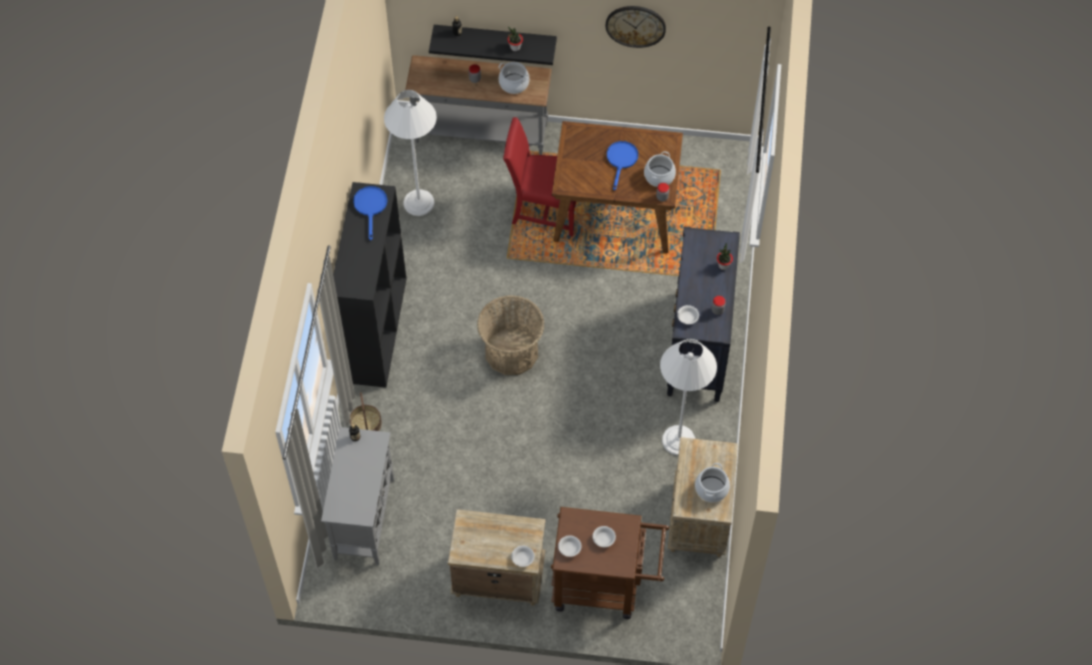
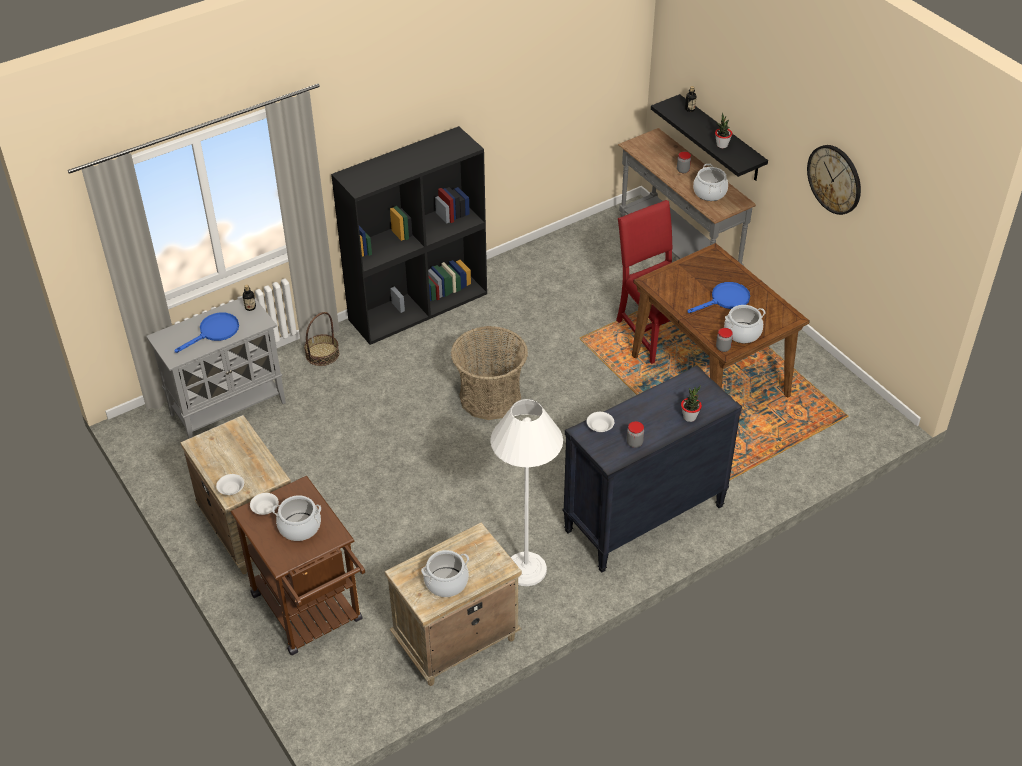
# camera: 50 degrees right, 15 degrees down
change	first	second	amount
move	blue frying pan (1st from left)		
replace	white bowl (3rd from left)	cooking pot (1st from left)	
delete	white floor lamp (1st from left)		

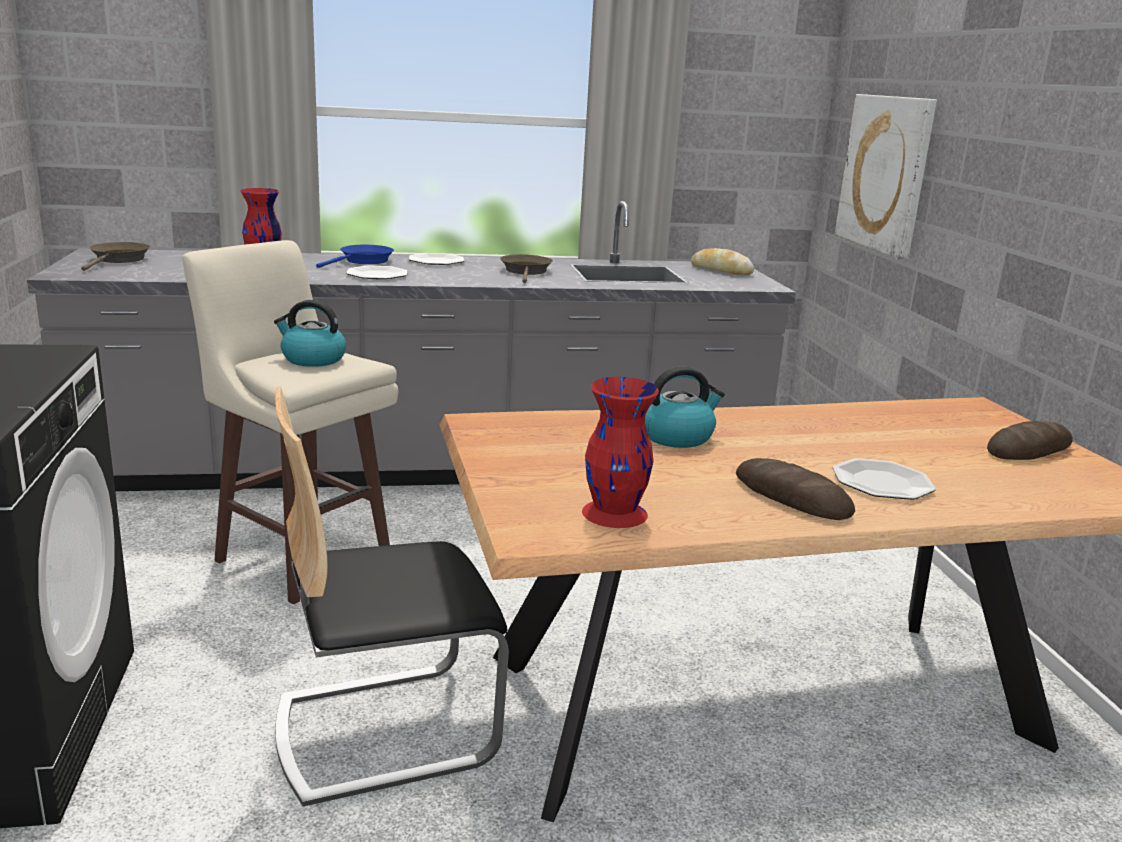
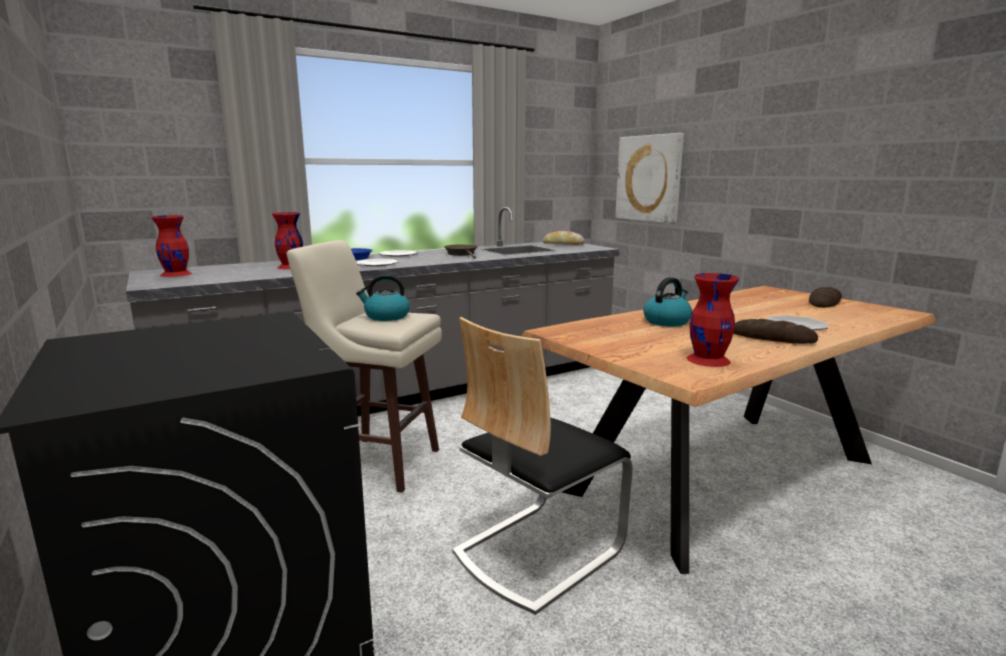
# camera: 20 degrees left, 5 degrees down
change	first	second	amount
replace	brown frying pan (1st from left)	red vase (1st from left)	

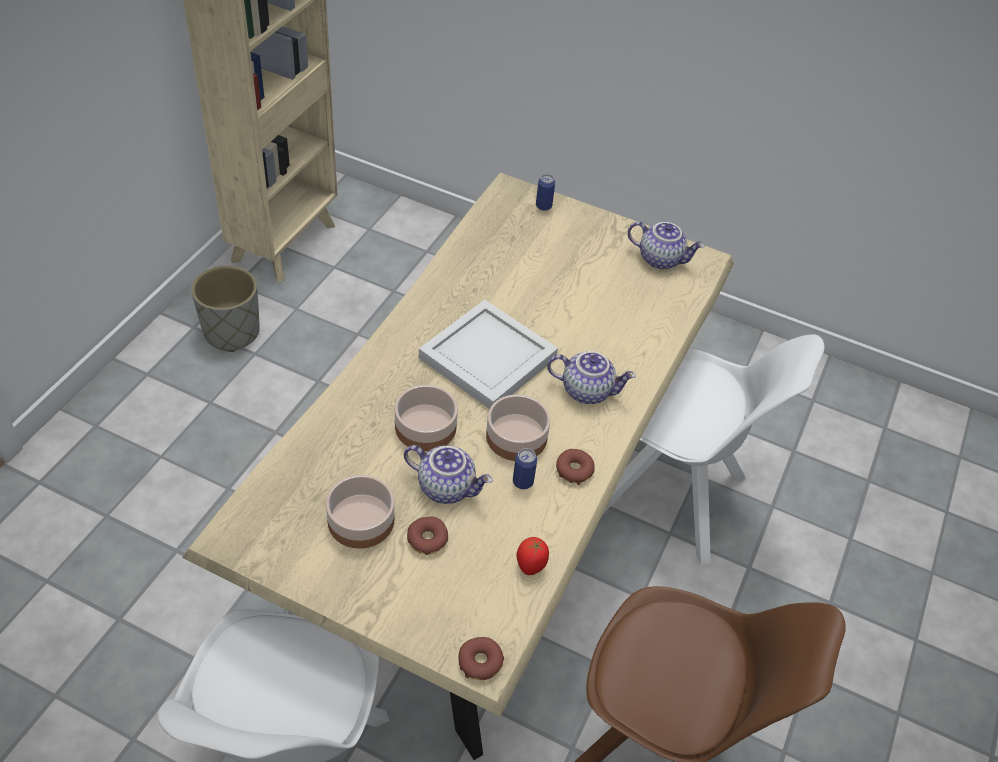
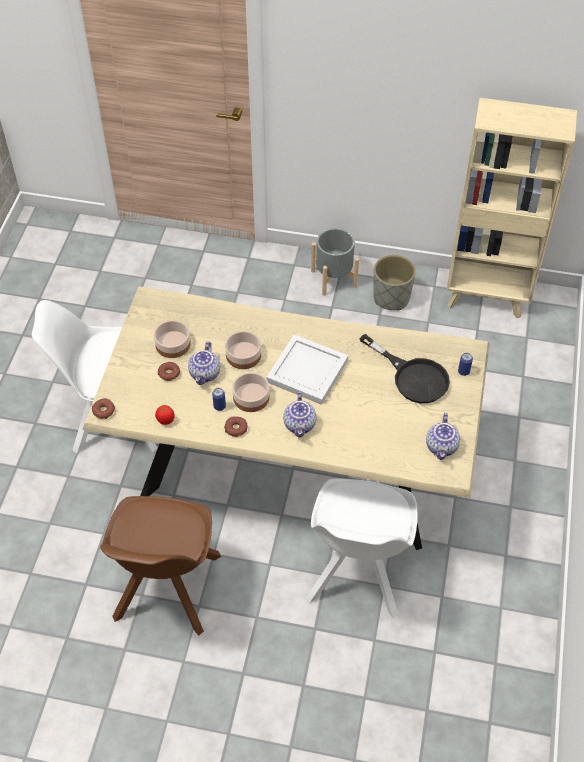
# camera: 80 degrees right, 5 degrees up
change	first	second	amount
insert		grey planter (1st from left)	
insert		black frying pan	

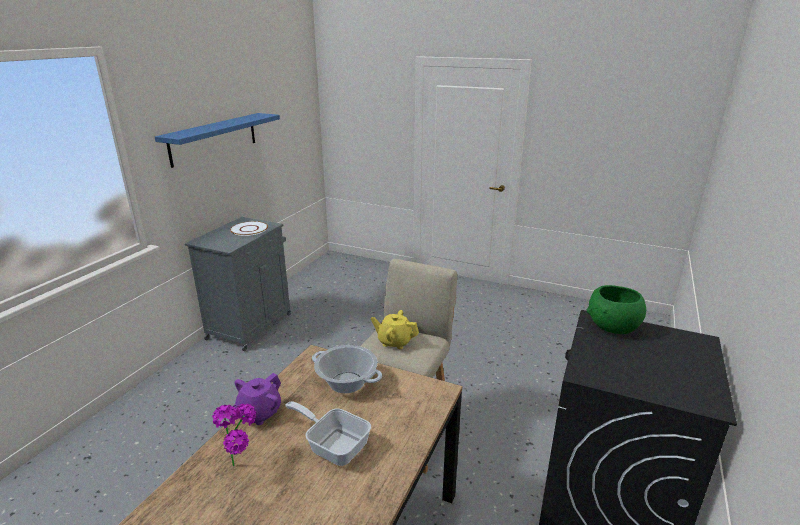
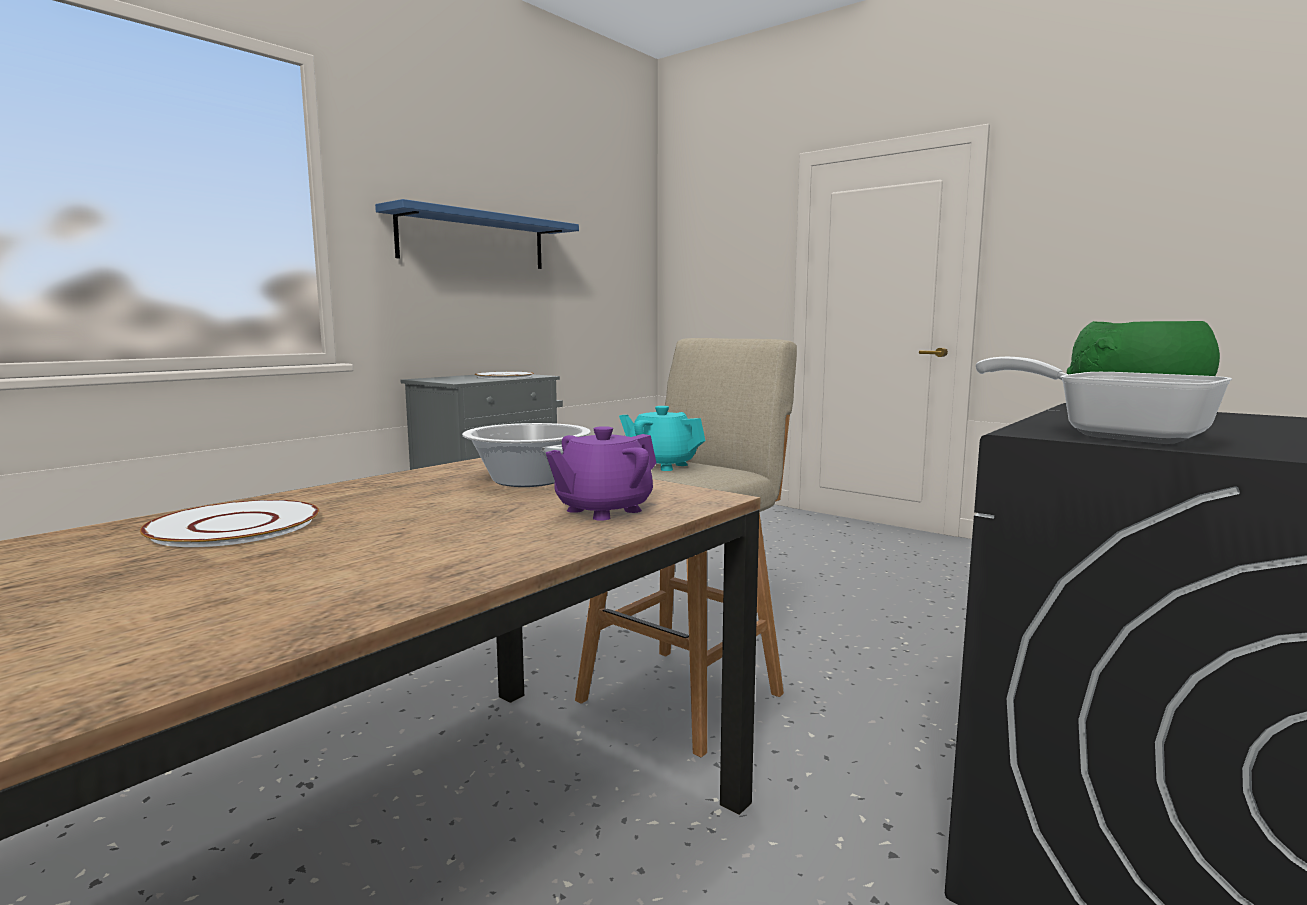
# camera: 15 degrees right, 15 degrees down
change	first	second	amount
replace	potted plant	white plate (1st from left)	
move	purple teapot		
recolor	yellow teapot	turquoise teapot	
move	frying pan		

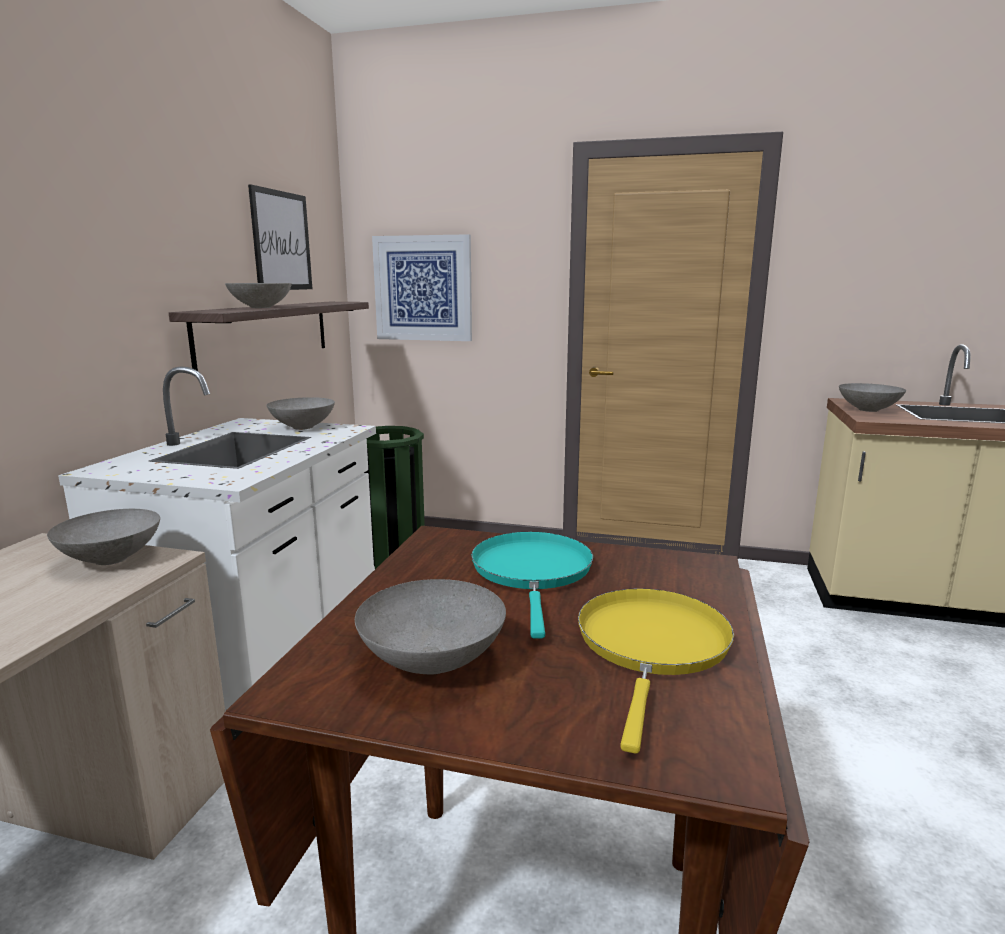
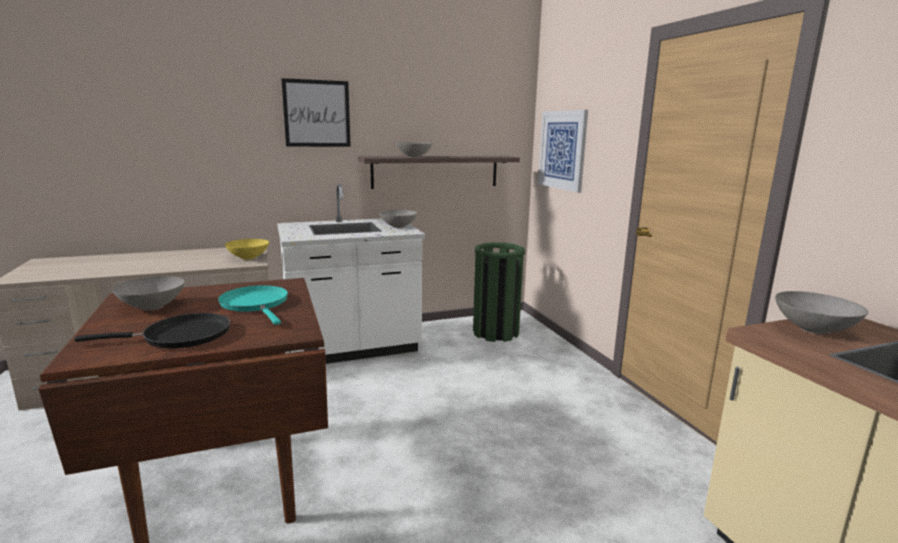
# camera: 55 degrees right, 0 degrees up
change	first	second	amount
recolor	yellow frying pan	black frying pan	
rotate	turquoise frying pan		90 degrees counterclockwise
recolor	grey bowl (1st from left)	yellow bowl	
move	picture (1st from left)		

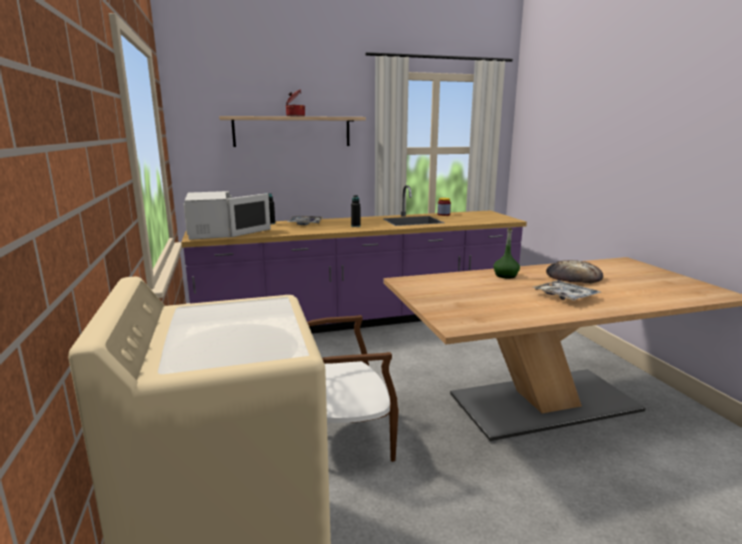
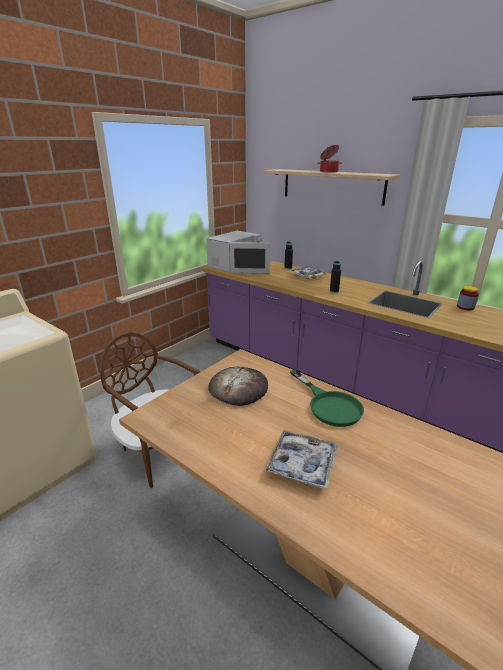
# camera: 55 degrees right, 10 degrees up
change	first	second	amount
move	bread		
replace	green bottle	green frying pan	

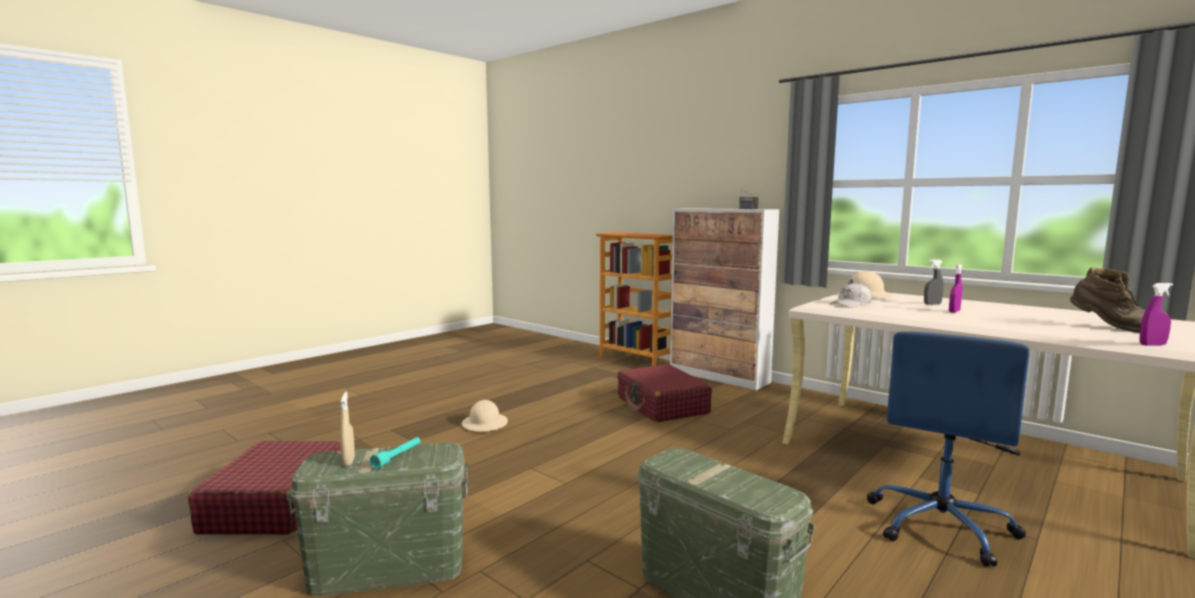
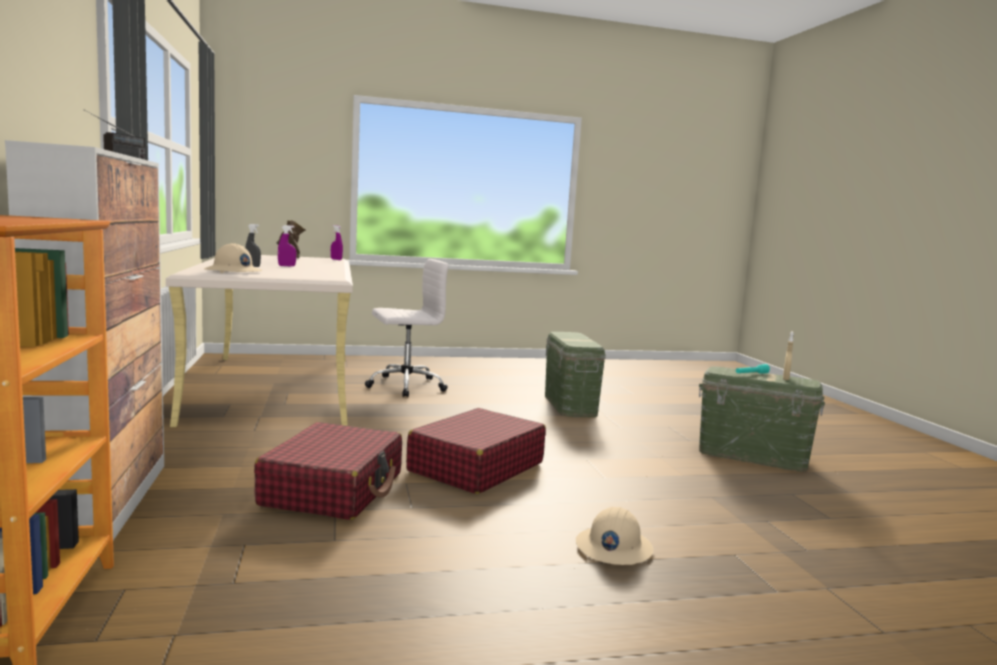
# camera: 145 degrees left, 0 degrees up
change	first	second	amount
recolor	blue office chair	white office chair	
move	red suitcase (1st from left in the first image)	red suitcase (2nd from left)	
delete	white cap		

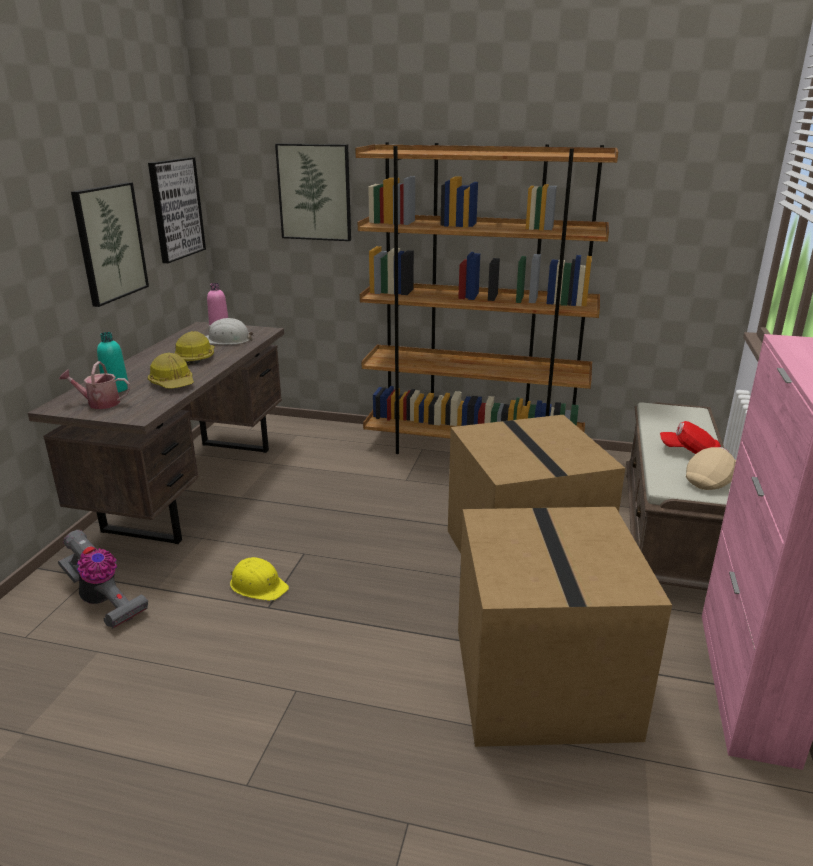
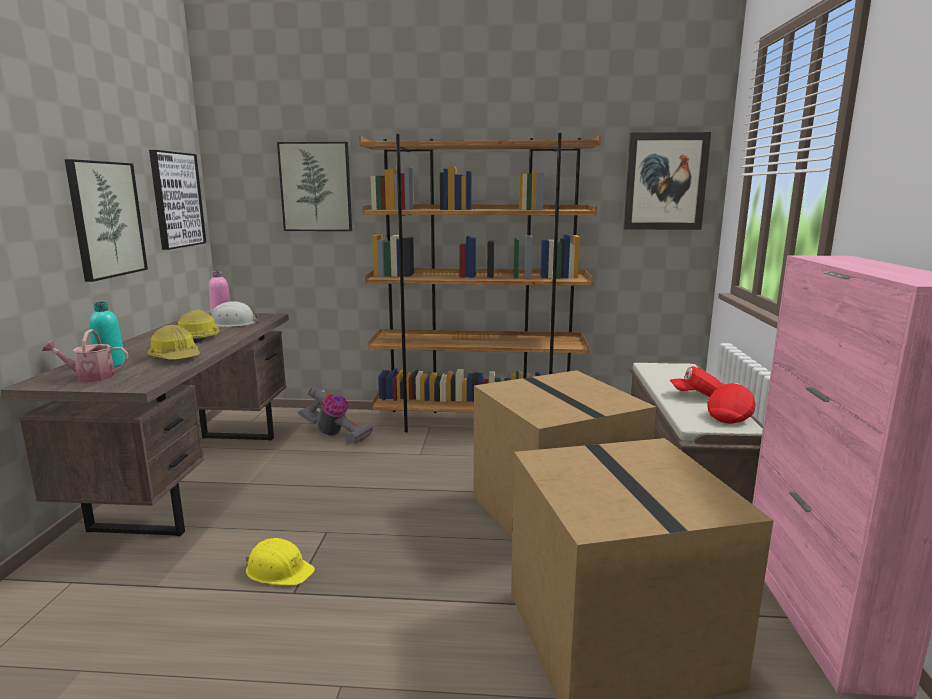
# camera: 10 degrees left, 10 degrees down
change	first	second	amount
move	vacuum cleaner		
insert		picture (4th from left)	
recolor	beige cap	red cap (2nd from left)	

